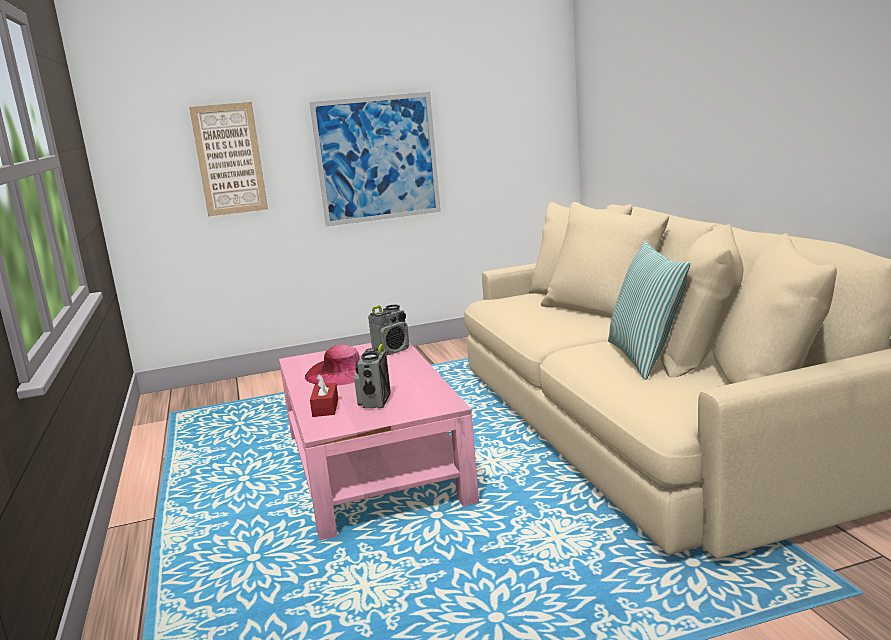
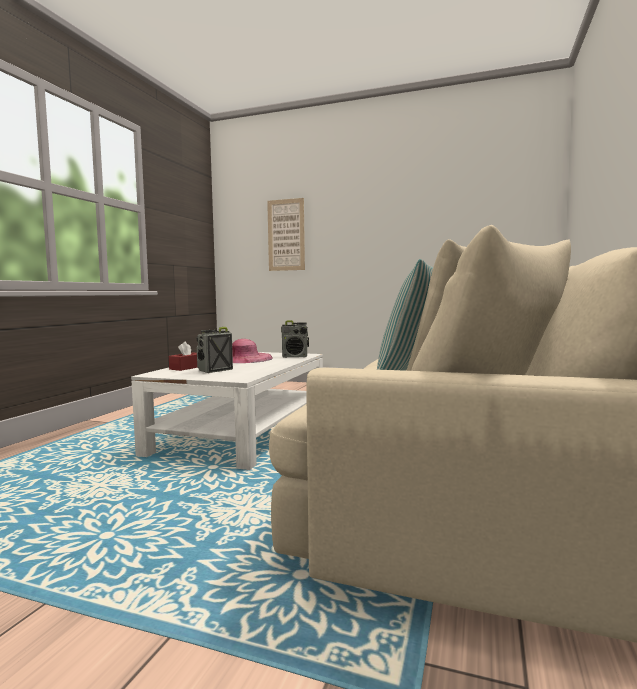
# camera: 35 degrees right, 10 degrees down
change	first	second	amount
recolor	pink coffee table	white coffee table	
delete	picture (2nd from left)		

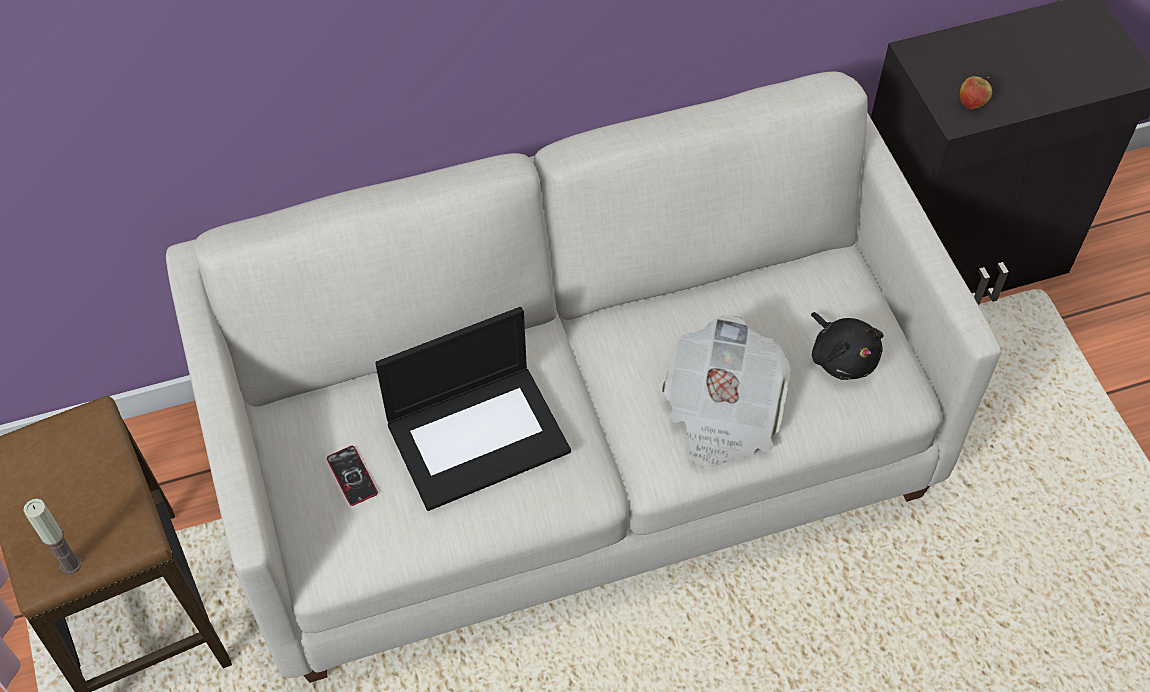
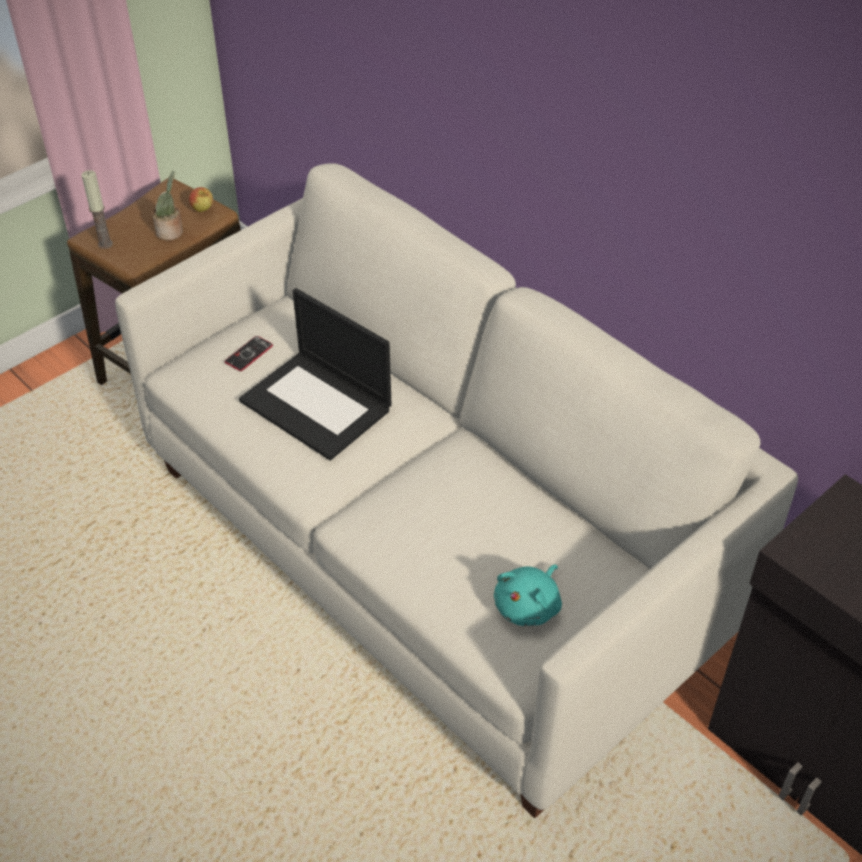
# camera: 65 degrees right, 10 degrees down
change	first	second	amount
insert		potted plant	
move	apple		
recolor	black plush toy	turquoise plush toy	
delete	newspaper		

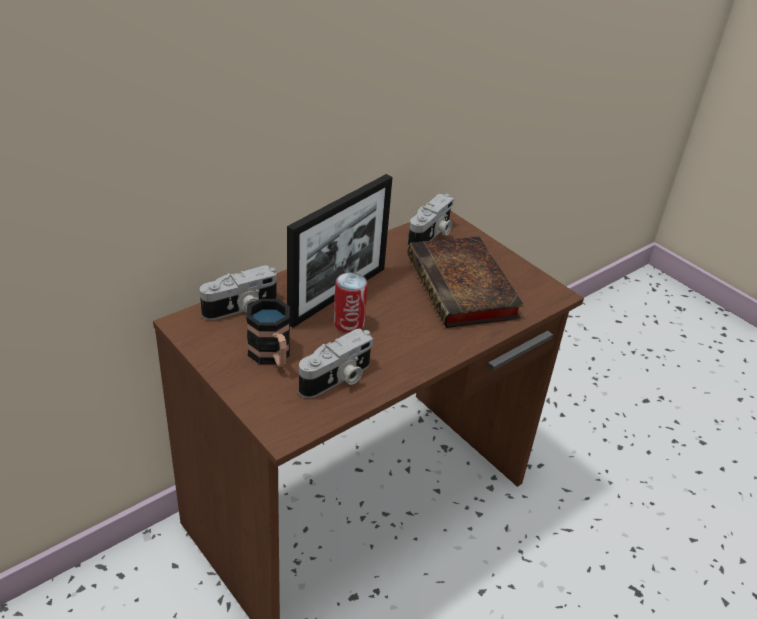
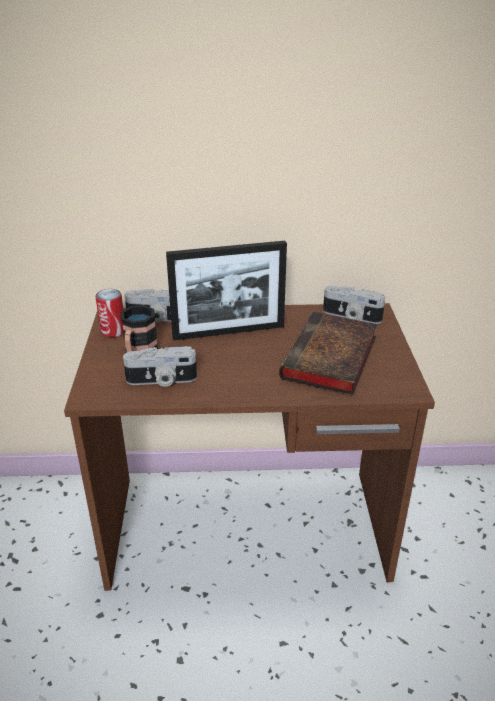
# camera: 40 degrees right, 5 degrees down
change	first	second	amount
move	can		
rotate	photo camera (3rd from left)		45 degrees clockwise

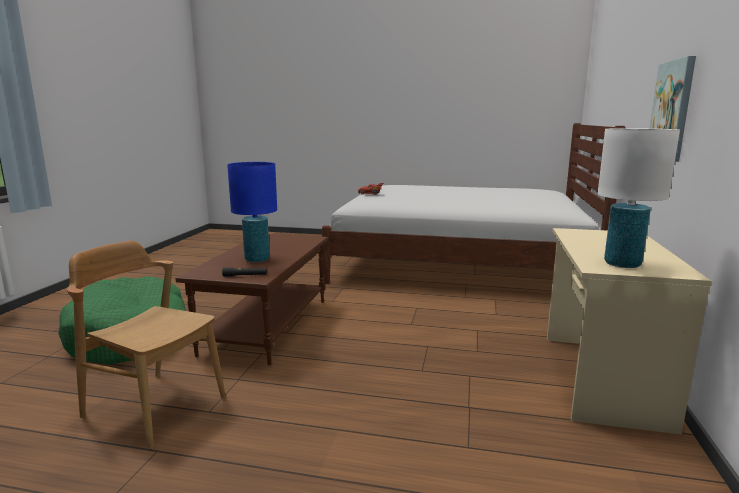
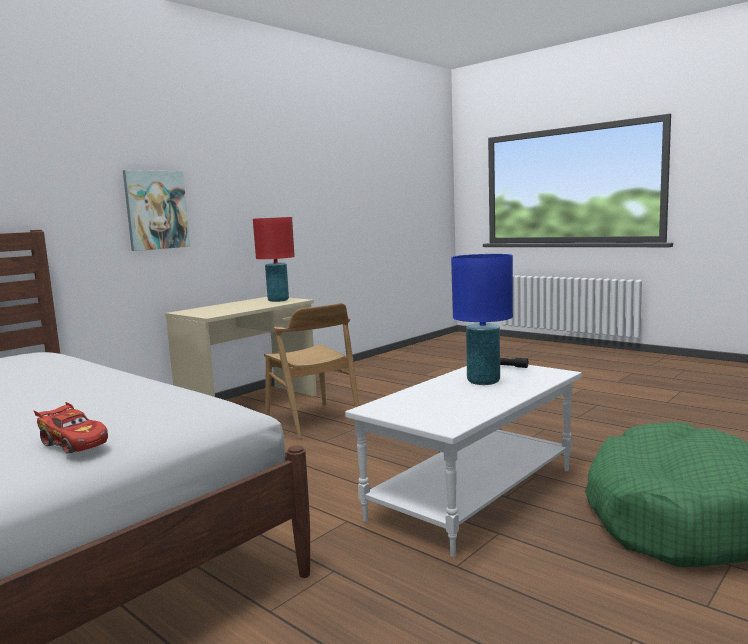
# camera: 150 degrees left, 5 degrees down
change	first	second	amount
recolor	white table lamp	red table lamp	
move	brown chair		
recolor	brown coffee table	white coffee table	

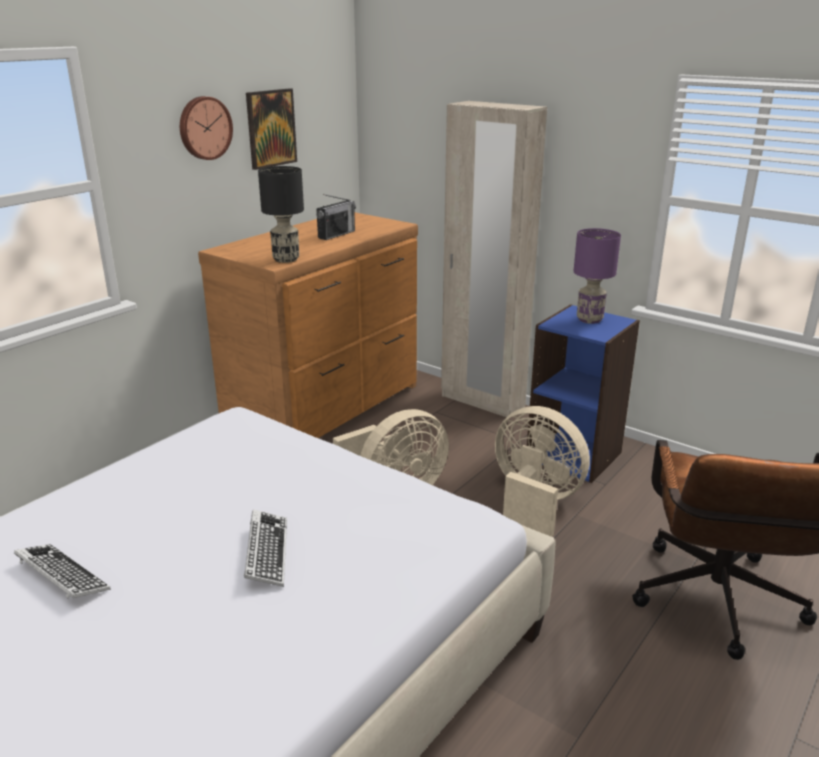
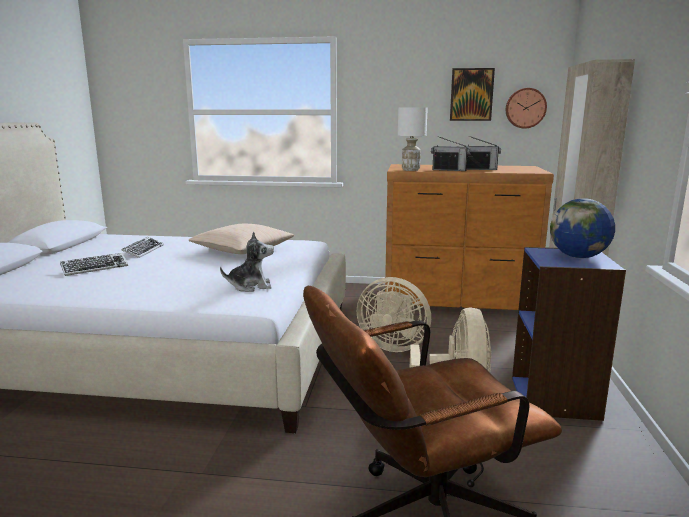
# camera: 60 degrees right, 10 degrees down
change	first	second	amount
move	keyboard (2nd from left in the first image)	keyboard (1st from left)	
insert		beige pillow	
insert		plush toy	
recolor	black table lamp	white table lamp	
insert		radio (1st from left)	
move	wall clock		
replace	purple table lamp	globe	

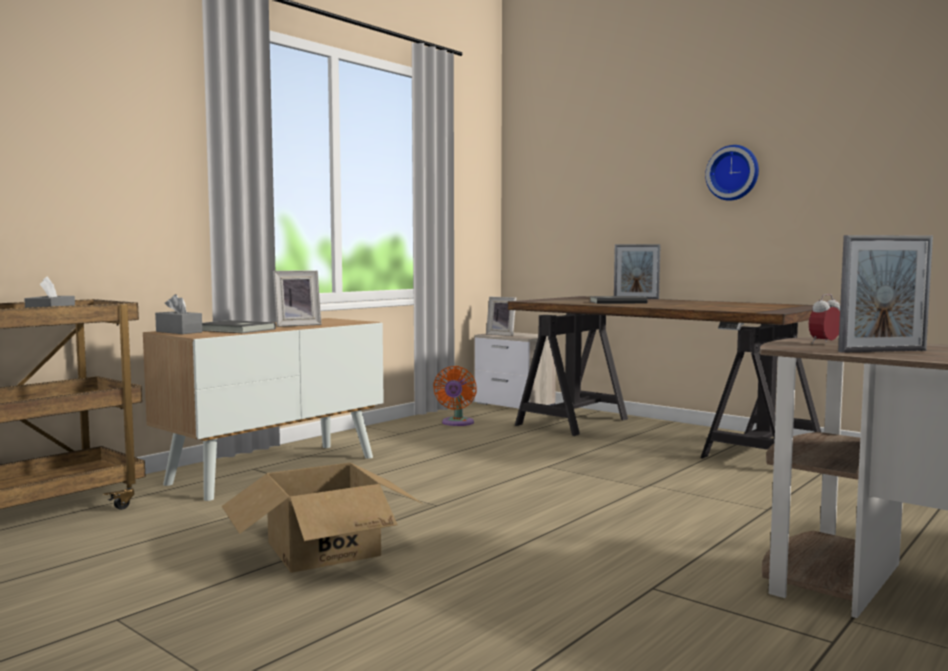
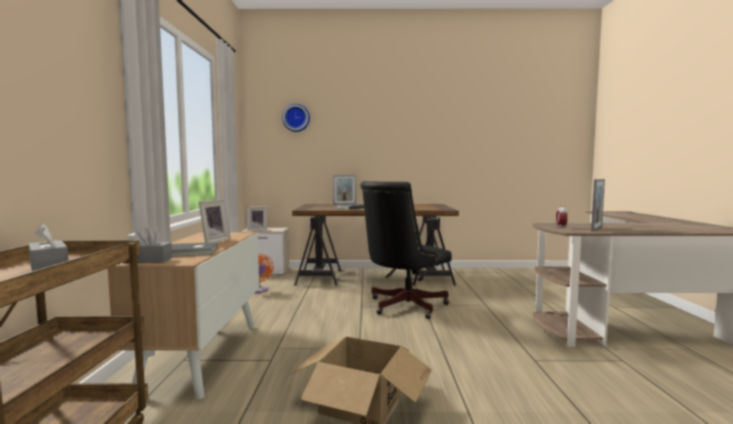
# camera: 40 degrees left, 0 degrees up
change	first	second	amount
move	wall clock		
insert		black office chair	

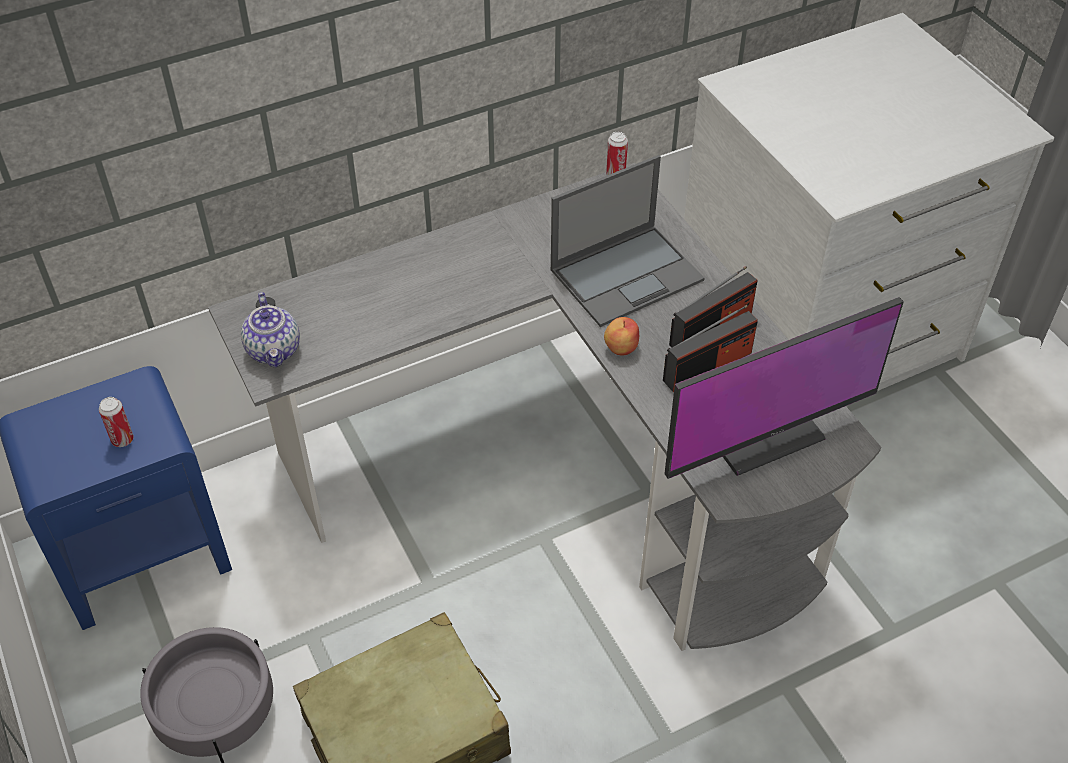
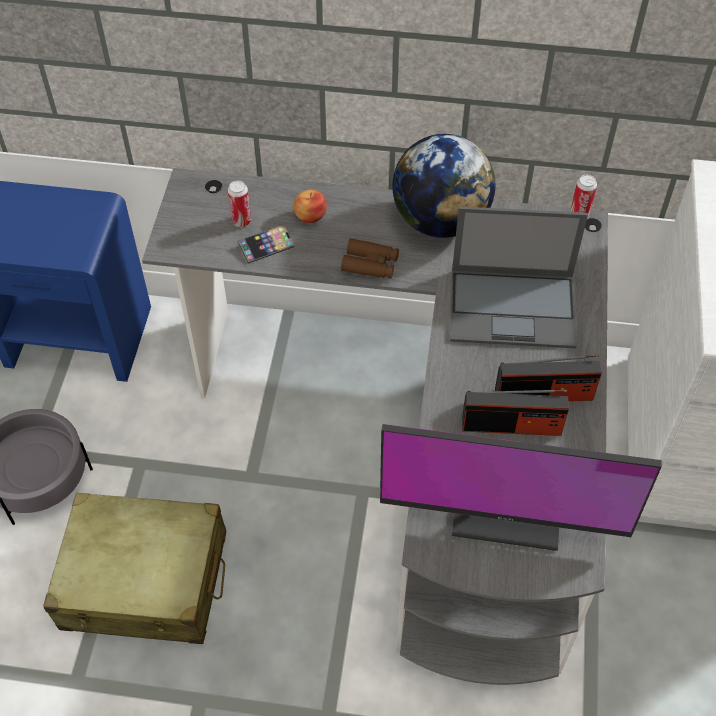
# camera: 35 degrees right, 5 degrees up
change	first	second	amount
move	can (1st from left)		
insert		phone	
move	apple		
insert		brown binoculars	
insert		globe	
delete	teapot		

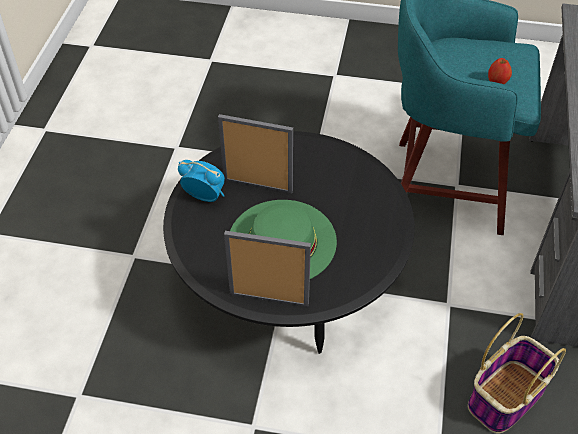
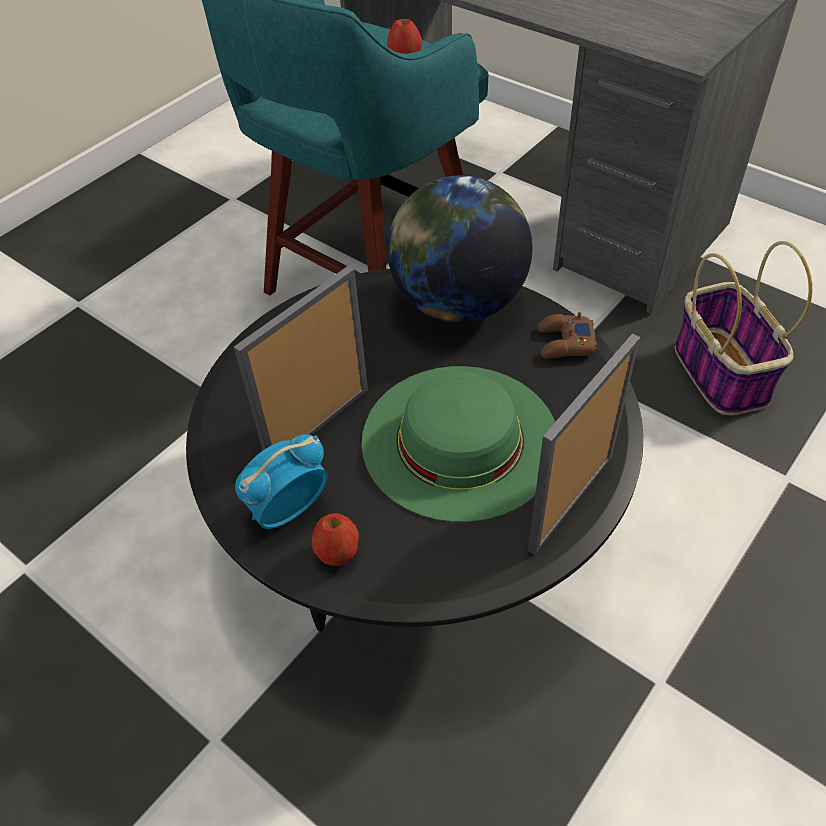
# camera: 60 degrees left, 0 degrees up
change	first	second	amount
insert		apple (1st from left)	
insert		globe	
insert		brown game controller	

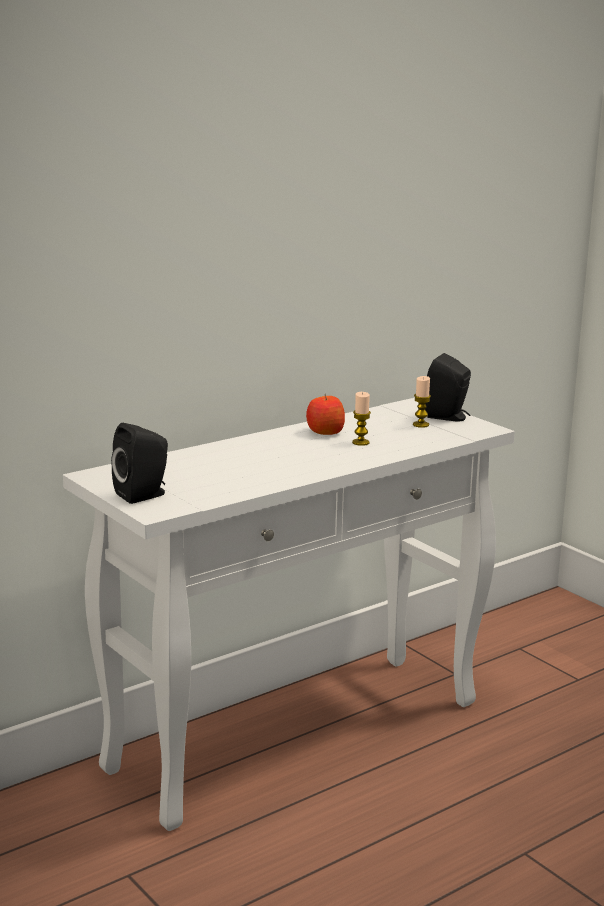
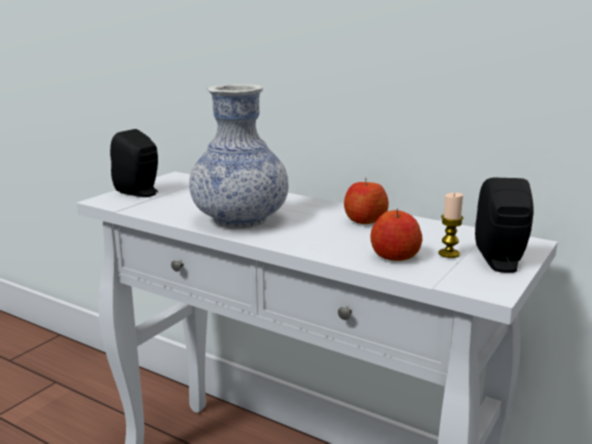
# camera: 70 degrees right, 0 degrees up
change	first	second	amount
insert		vase	
insert		apple (2nd from left)	
delete	candle (1st from left)		

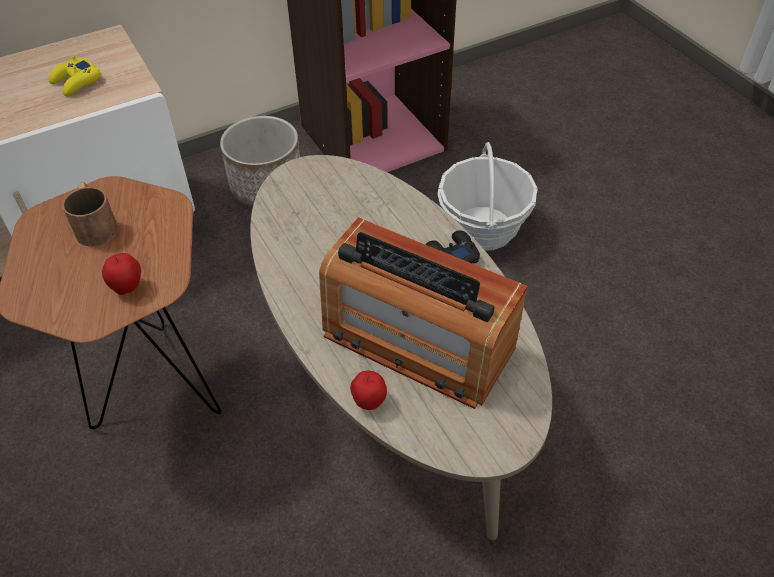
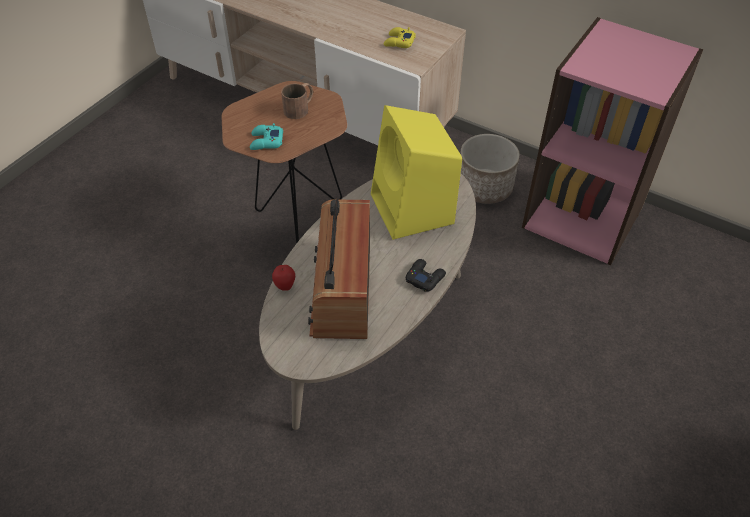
# camera: 60 degrees right, 0 degrees up
change	first	second	amount
replace	apple (1st from left)	turquoise game controller	
insert		yellow speaker	
delete	basket		

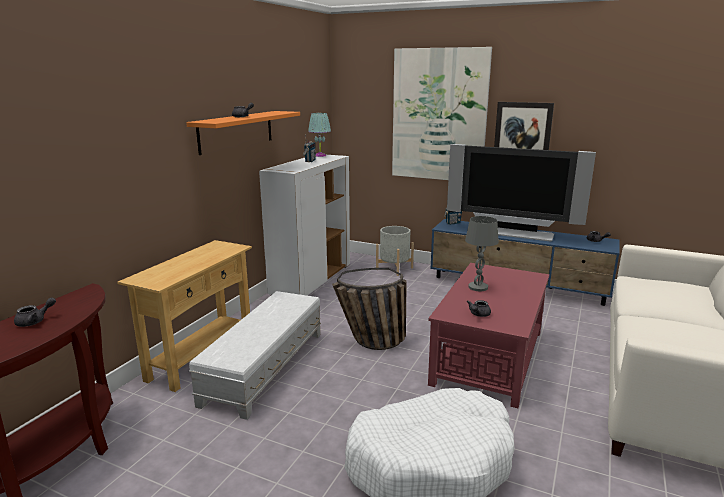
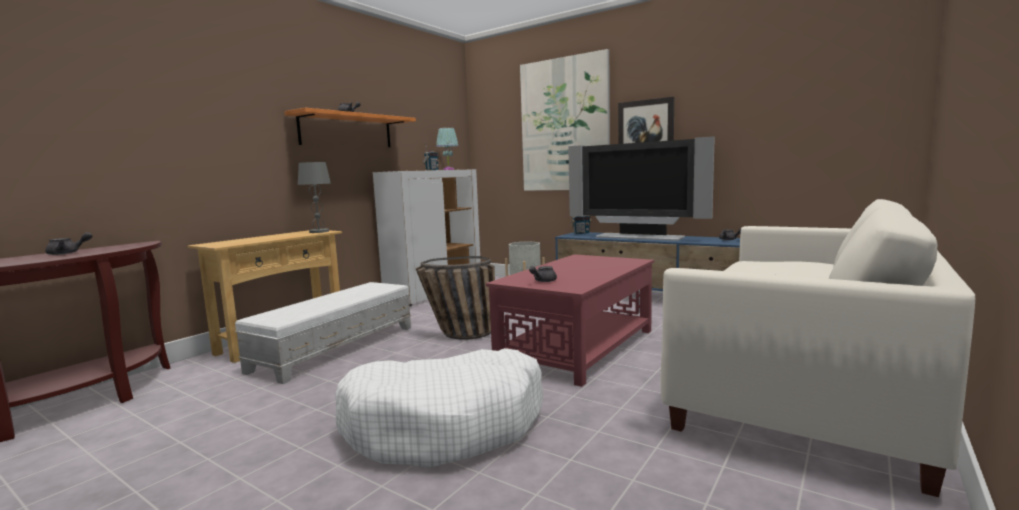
# camera: 10 degrees right, 10 degrees down
change	first	second	amount
move	grey table lamp		

